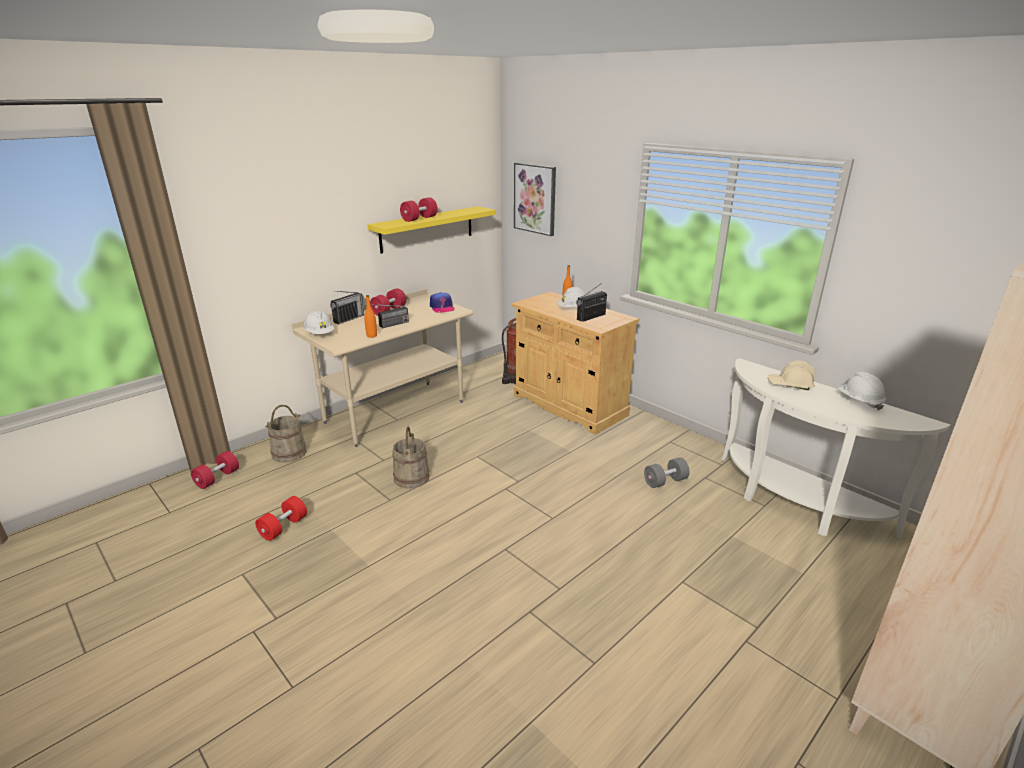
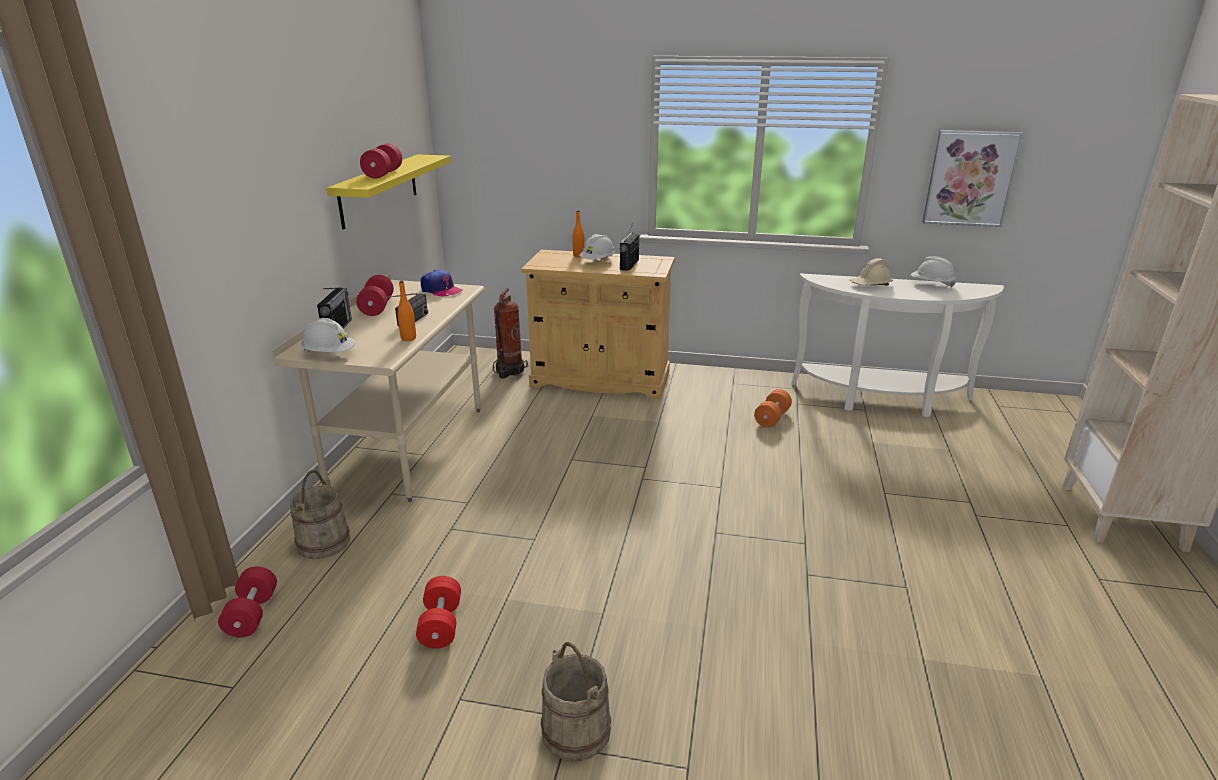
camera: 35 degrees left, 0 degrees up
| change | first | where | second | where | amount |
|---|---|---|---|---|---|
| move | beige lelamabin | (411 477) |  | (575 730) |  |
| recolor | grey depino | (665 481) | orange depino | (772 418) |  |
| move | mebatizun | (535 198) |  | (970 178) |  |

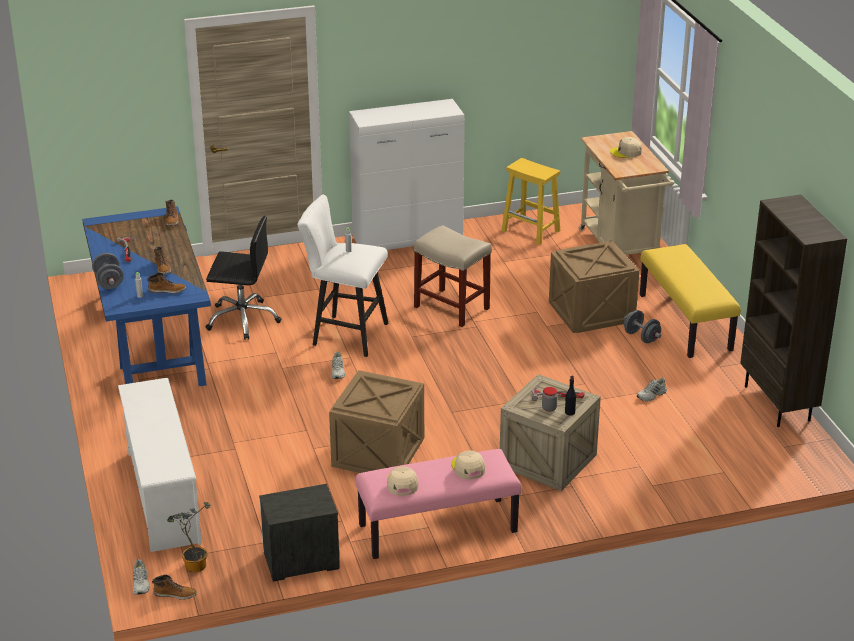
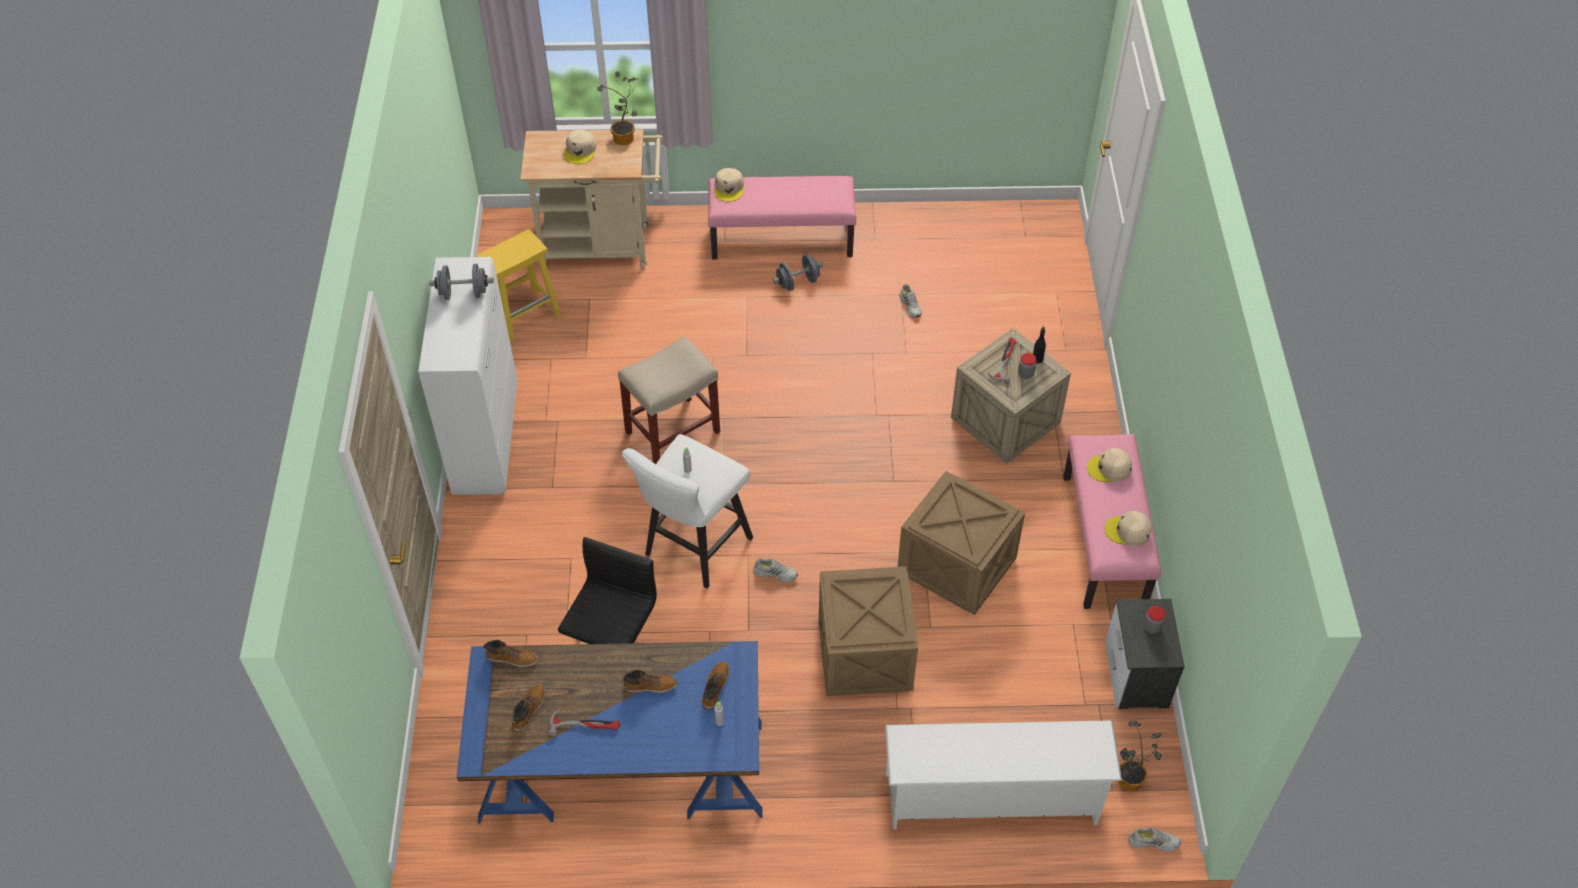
camera: 75 degrees left, 20 degrees up
| change | first | where | second | where | amount |
|---|---|---|---|---|---|
| move | grey depino | (109 282) |  | (464 293) |  |
| move | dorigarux | (175 594) |  | (528 710) |  |
| insert |  |  | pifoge | (625 140) |  |
| recolor | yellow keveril | (686 322) | pink keveril | (782 239) |  |
| insert |  |  | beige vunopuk | (729 188) |  |
| move | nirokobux | (592 313) |  | (864 652) |  |
| insert |  |  | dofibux | (1152 627) |  |
| delete | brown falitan | (778 403) |  |  |  |

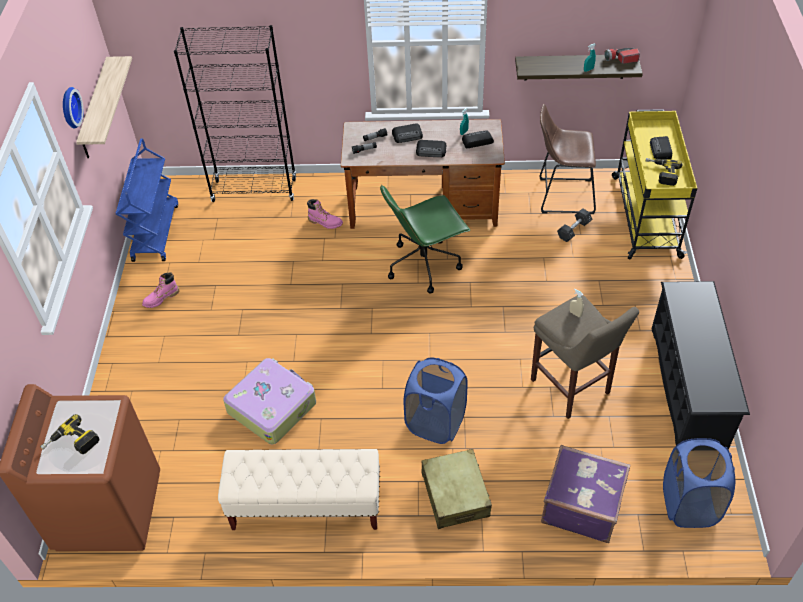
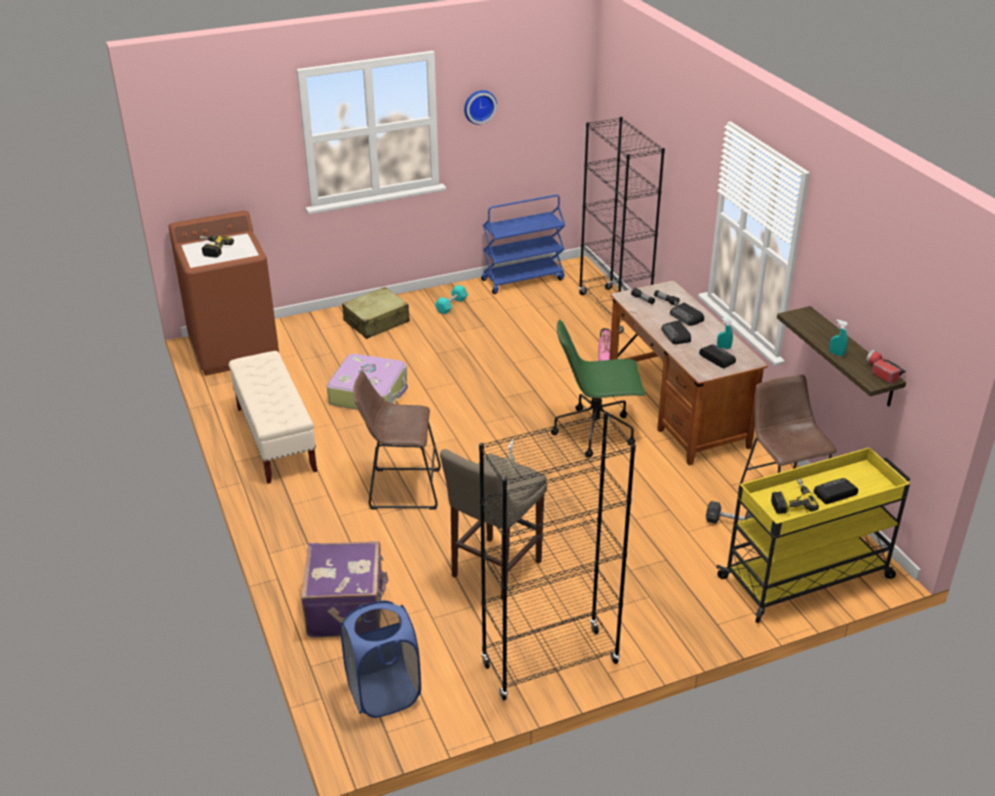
camera: 65 degrees right, 15 degrees down
| change | first | where | second | where | amount |
|---|---|---|---|---|---|
| move | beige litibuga | (455 494) |  | (377 322) |  |
| replace | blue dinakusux | (435 422) | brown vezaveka | (400 488) |  |
| replace | pink dorigarux | (161 298) | turquoise depino | (451 305) |  |
| replace | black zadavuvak | (688 387) | black falitan | (550 664) |  |
| rotate | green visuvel | (425 264) |  | (596 431) | 45 degrees counterclockwise |
| delete | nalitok | (95 109) |  |  |  |

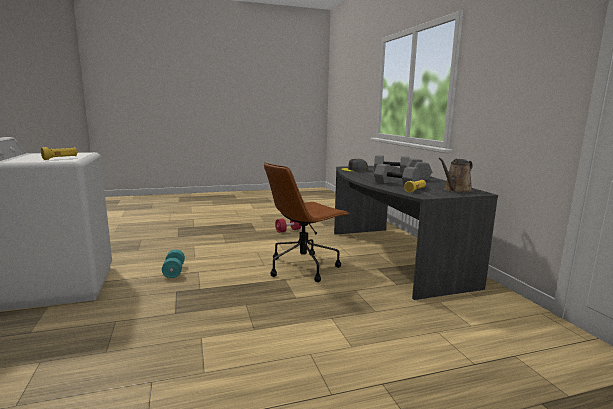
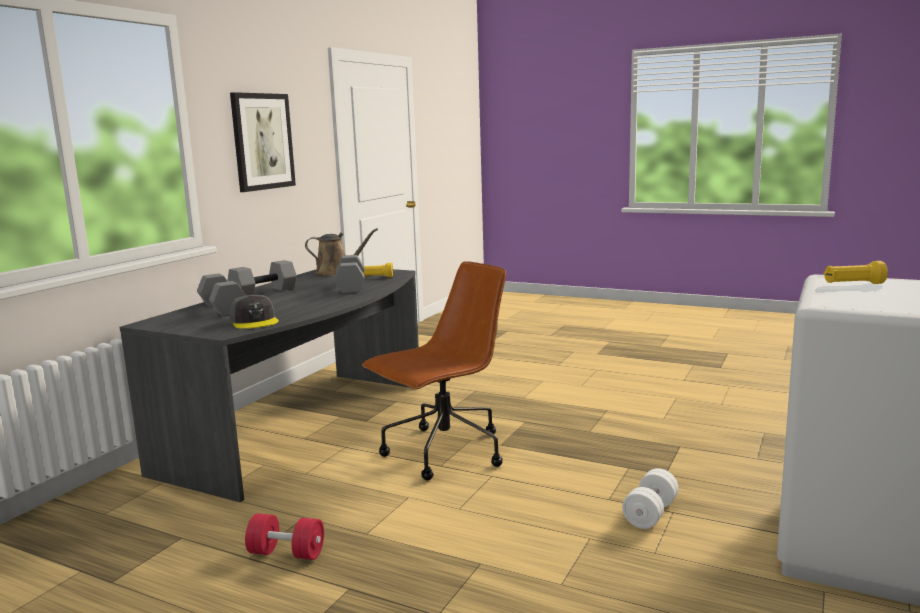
camera: 135 degrees left, 0 degrees up
| change | first | where | second | where | amount |
|---|---|---|---|---|---|
| insert |  |  | mebatizun | (262 141) |  |
| rotate | brown visuvel | (303 266) |  | (443 453) | 45 degrees counterclockwise |
| recolor | turquoise depino | (174 271) | white depino | (650 514) |  |

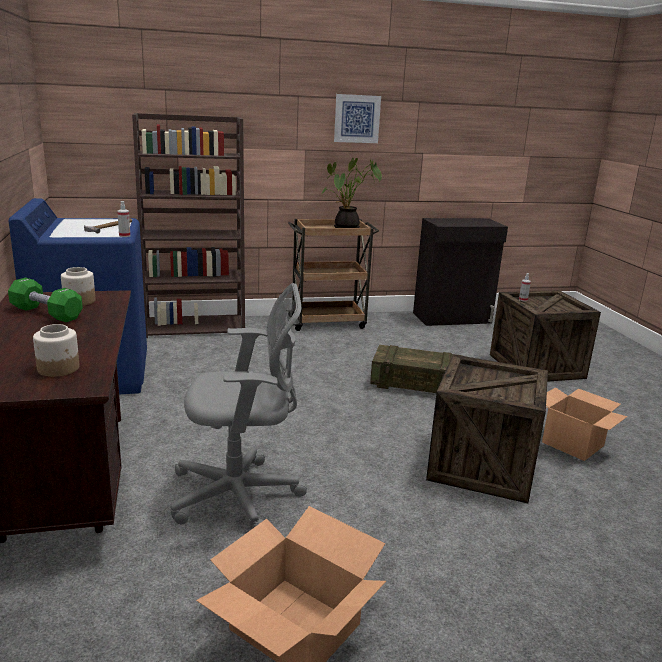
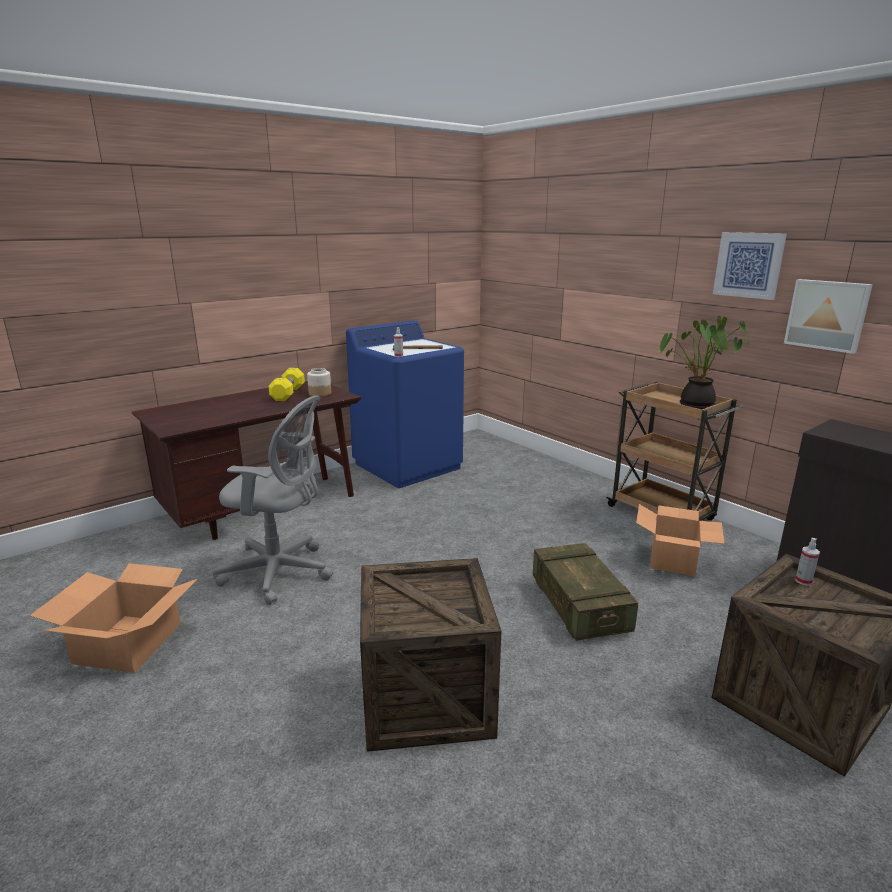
camera: 65 degrees right, 0 degrees up
| change | first | where | second | where | amount |
|---|---|---|---|---|---|
| rotate | grey visuvel | (241 496) |  | (281 572) | 45 degrees counterclockwise |
| recolor | green depino | (46 313) | yellow depino | (288 394) |  |
| move | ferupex | (571 444) |  | (672 560) |  |
| insert |  |  | mebatizun | (827 315) |  |
| delete | dofibux | (59 368) |  |  |  |
| delete | brown falitan | (196 327) |  |  |  |

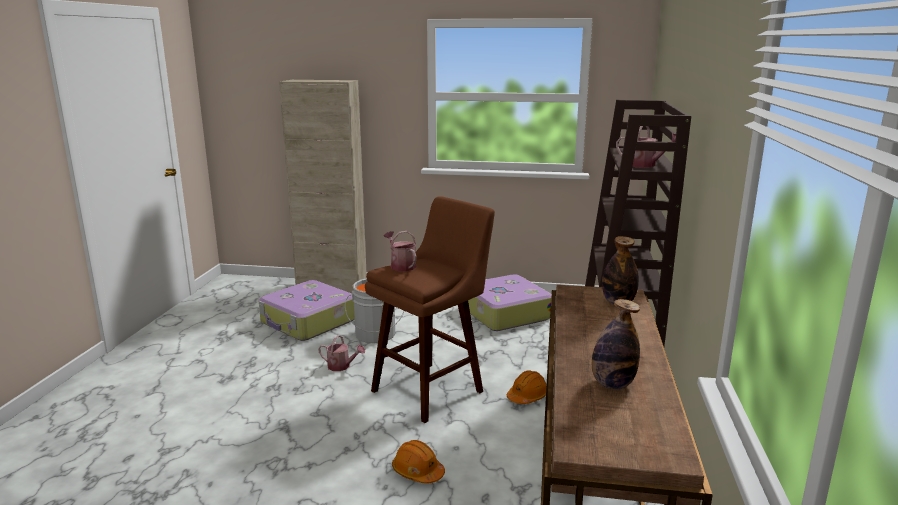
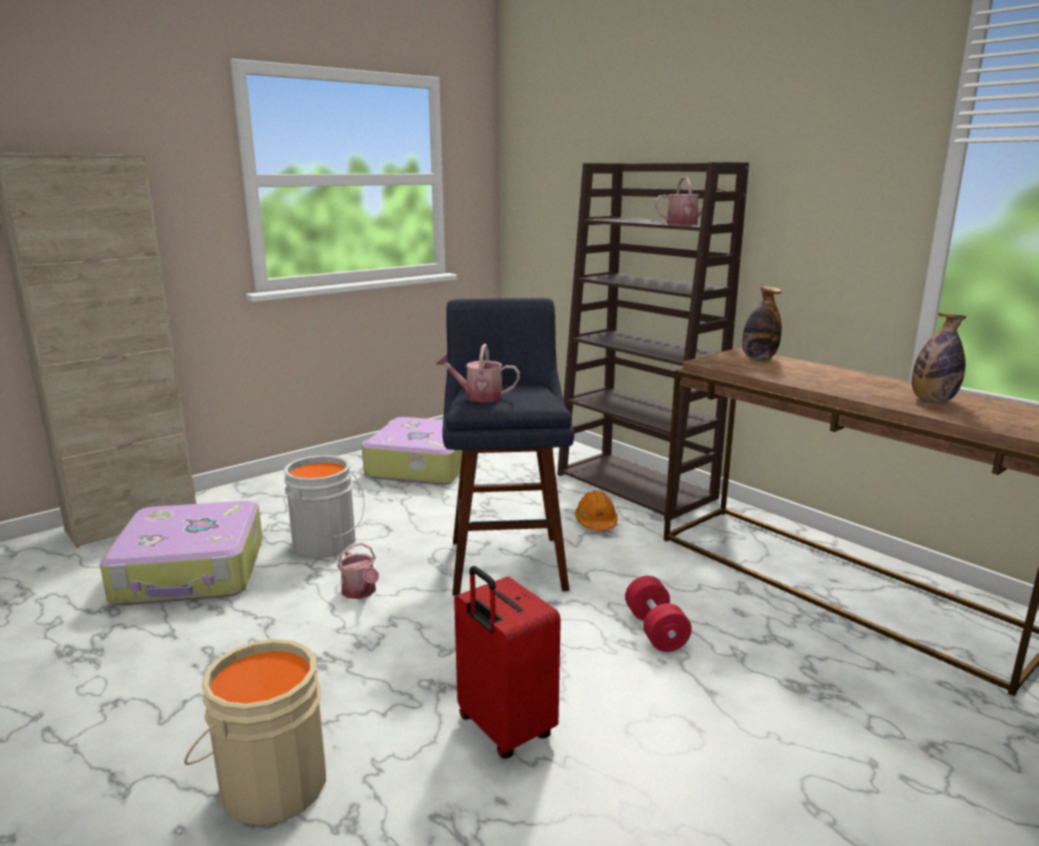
camera: 50 degrees left, 0 degrees up
| change | first | where | second | where | amount |
|---|---|---|---|---|---|
| insert |  |  | beige lelamabin | (270 783) |  |
| rotate | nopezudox | (341 366) |  | (360 592) | 90 degrees clockwise |
| recolor | brown vezaveka | (432 388) | blue vezaveka | (506 559) |  |
| insert |  |  | red litibuga | (503 729) |  |
| replace | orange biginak | (417 471) | red depino | (655 630) |  |

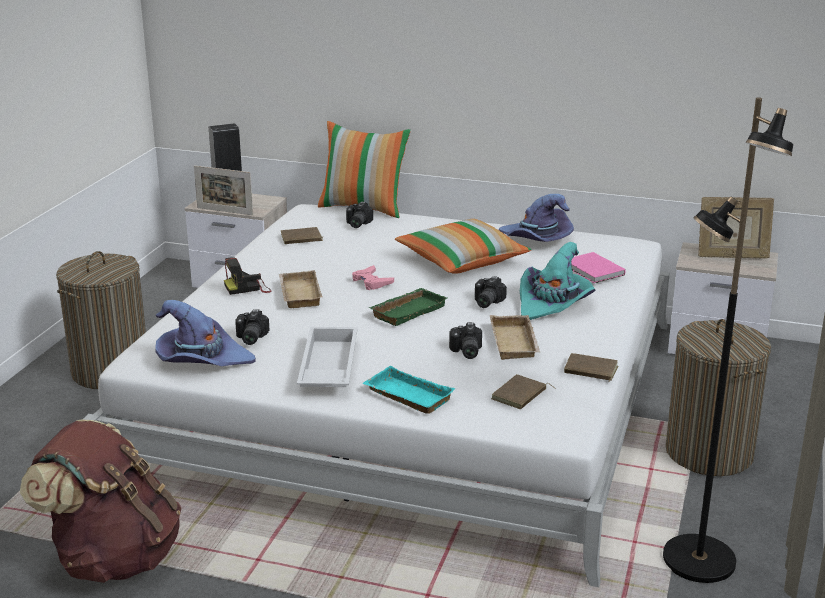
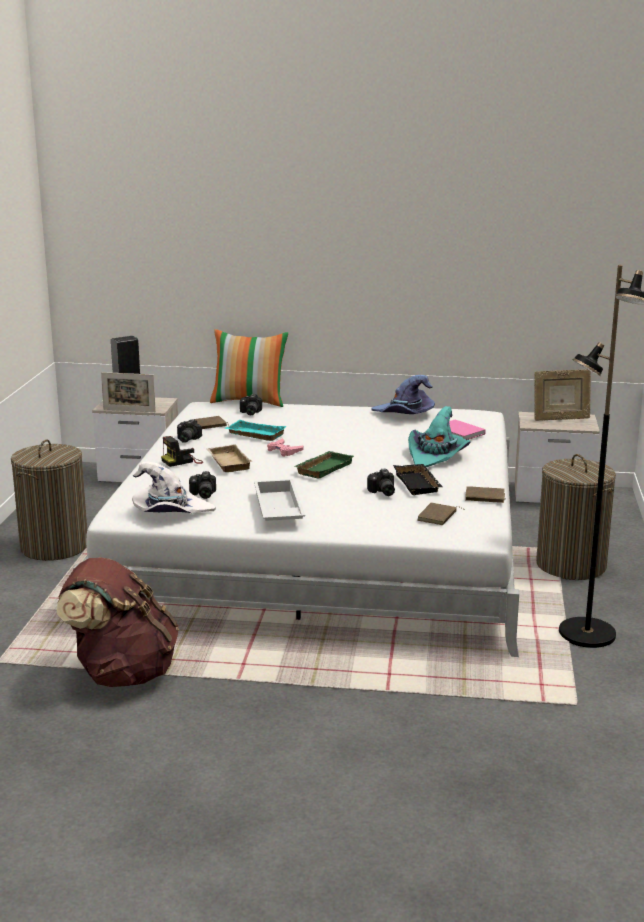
camera: 10 degrees left, 5 degrees down
| change | first | where | second | where | amount |
|---|---|---|---|---|---|
| recolor | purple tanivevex | (201 359) | white tanivevex | (170 511) |  |
| move | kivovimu | (485 302) |  | (186 439) |  |
| move | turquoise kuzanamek | (406 396) |  | (254 434) |  |
| recolor | beige kuzanamek | (516 343) | black kuzanamek | (419 484) |  |
| delete | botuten | (462 261) |  |  |  |

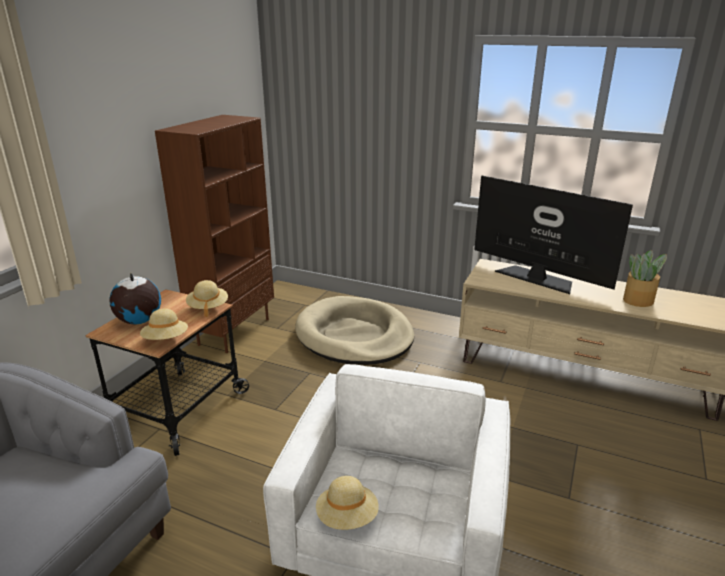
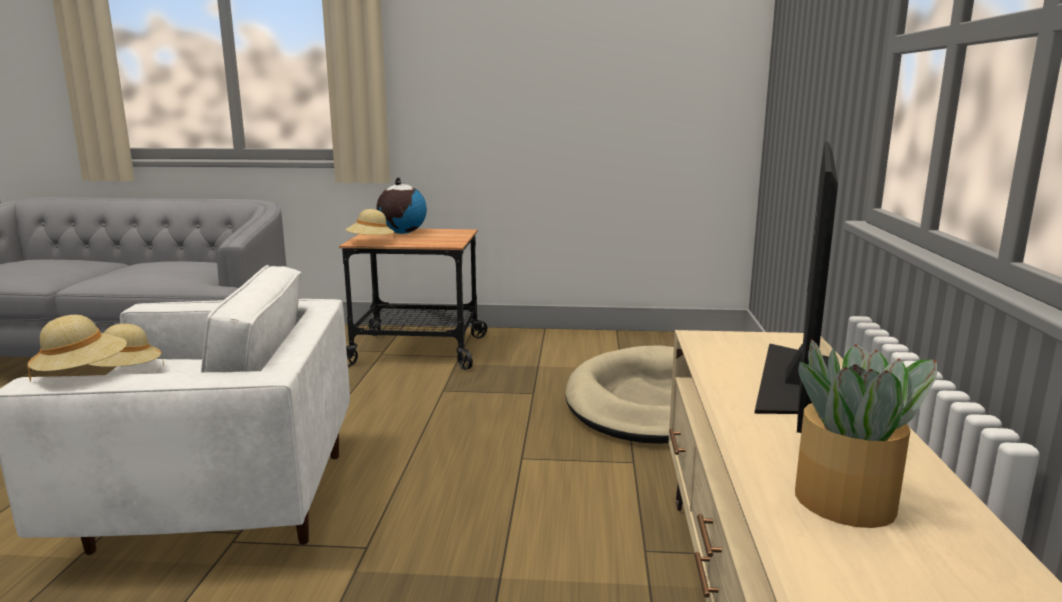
camera: 70 degrees right, 10 degrees down
| change | first | where | second | where | amount |
|---|---|---|---|---|---|
| move | beige tanivevex | (208 307) |  | (82 373) |  |
| delete | brown falitan | (234 331) |  |  |  |

